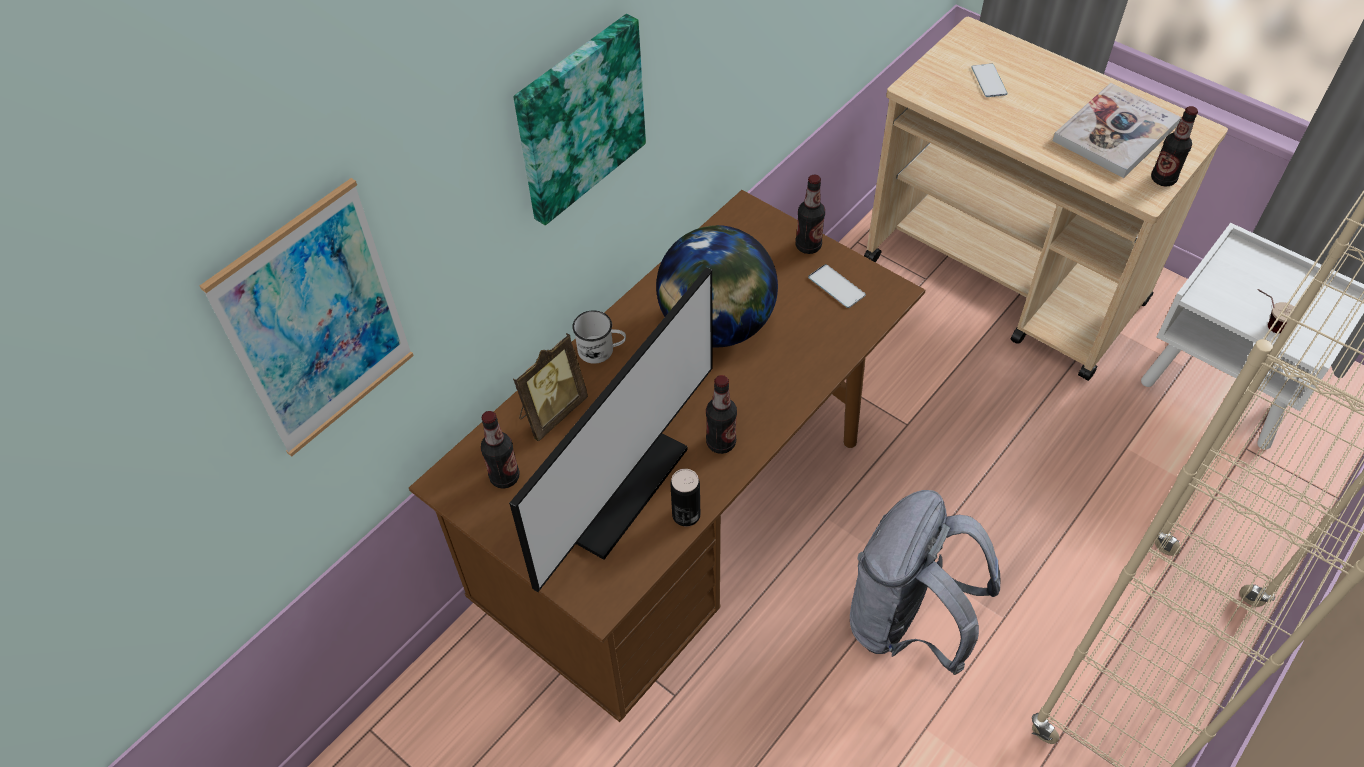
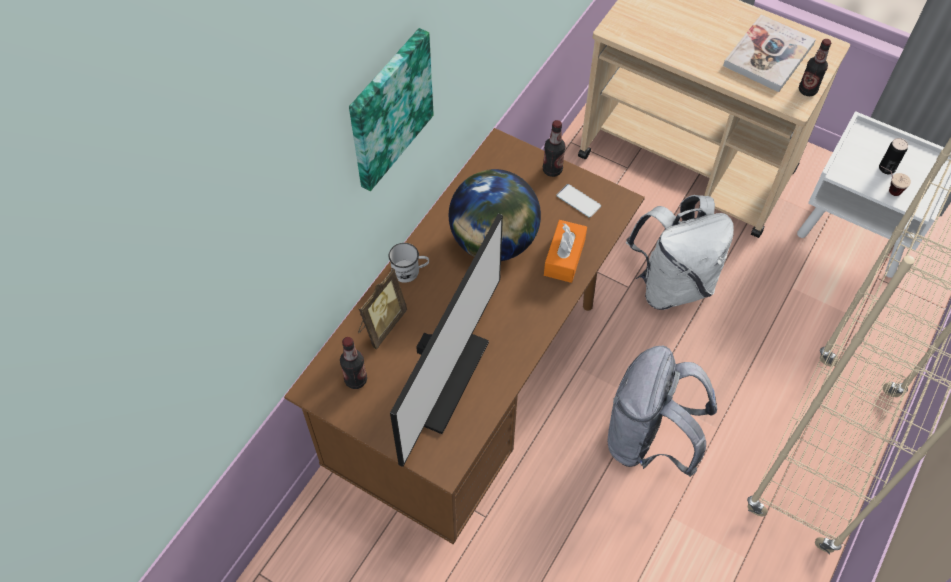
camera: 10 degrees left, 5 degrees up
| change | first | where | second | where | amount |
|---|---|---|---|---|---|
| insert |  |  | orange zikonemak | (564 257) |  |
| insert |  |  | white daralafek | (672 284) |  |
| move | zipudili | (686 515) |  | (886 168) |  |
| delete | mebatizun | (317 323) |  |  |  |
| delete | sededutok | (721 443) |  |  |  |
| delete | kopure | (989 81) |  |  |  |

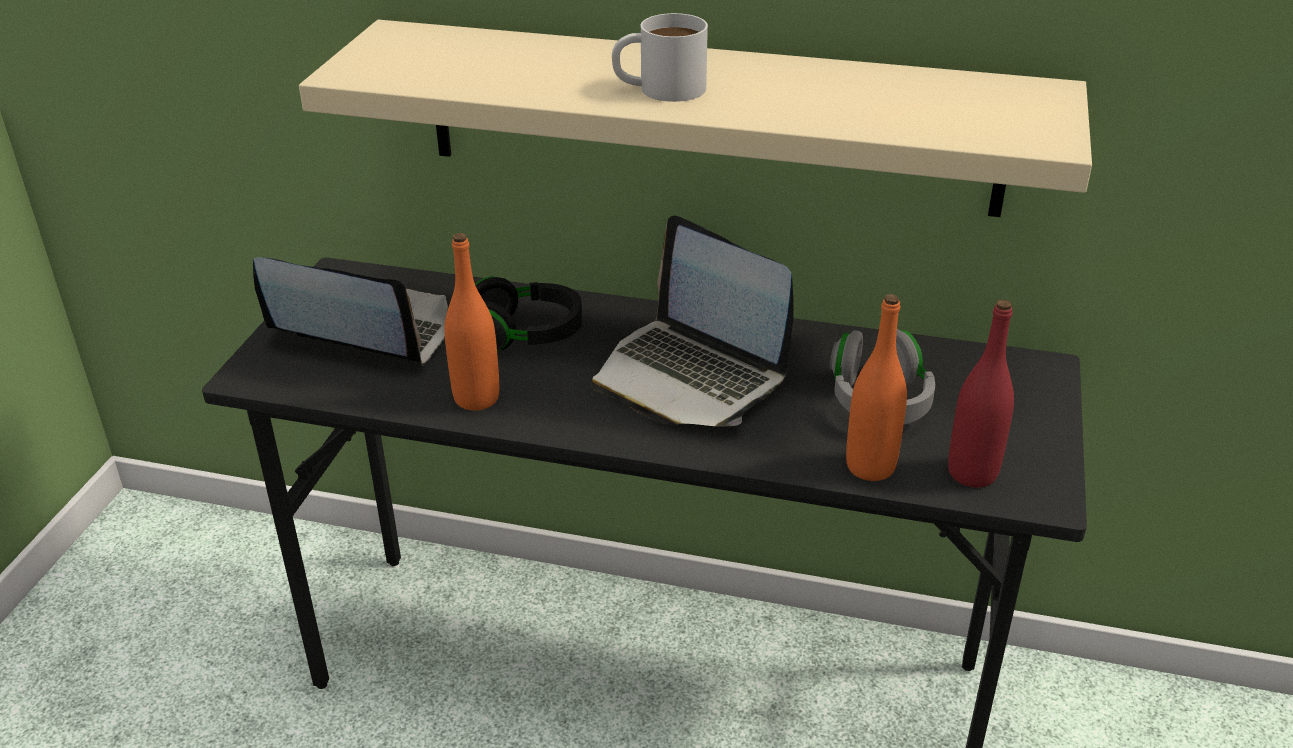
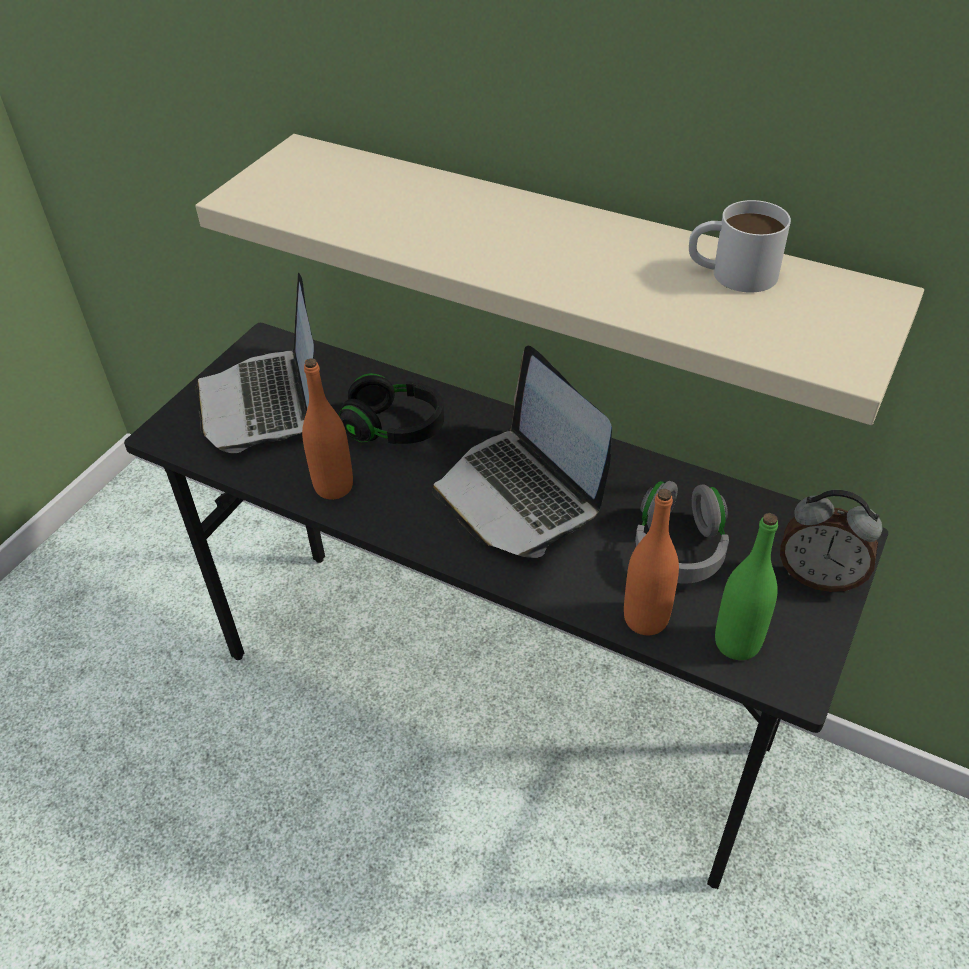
camera: 15 degrees right, 10 degrees up
| change | first | where | second | where | amount |
|---|---|---|---|---|---|
| rotate | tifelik | (362 331) |  | (265 403) | 135 degrees counterclockwise |
| move | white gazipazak | (659 89) |  | (731 273) |  |
| recolor | red sededutok | (972 473) | green sededutok | (737 643) |  |
| insert |  |  | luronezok | (819 576) |  |

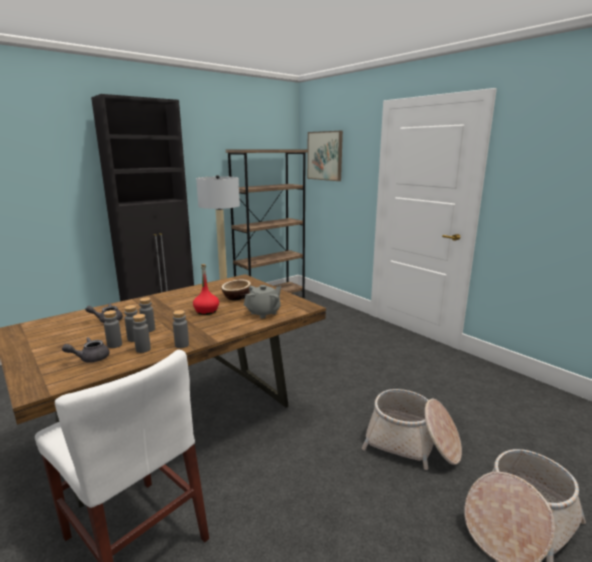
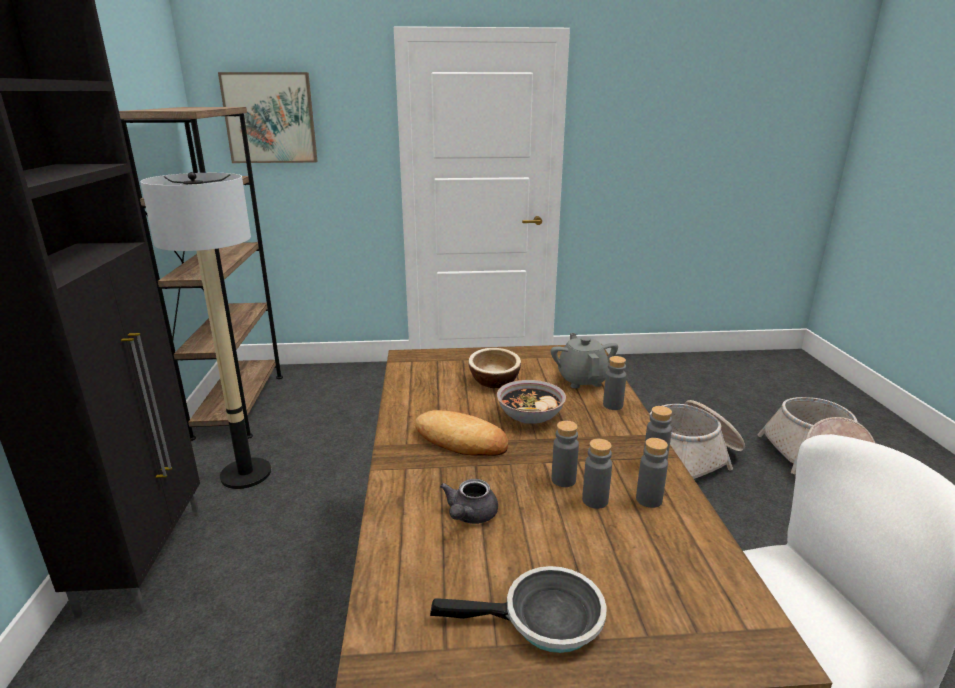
camera: 55 degrees left, 5 degrees up
| change | first | where | second | where | amount |
|---|---|---|---|---|---|
| insert |  |  | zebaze | (461 440) |  |
| insert |  |  | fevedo | (544 620) |  |
| replace | red sededutok | (206 311) | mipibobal | (530 415) |  |
| move | grey sededutok | (114 345) |  | (613 405) |  |
| delete | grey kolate | (90 358) |  |  |  |

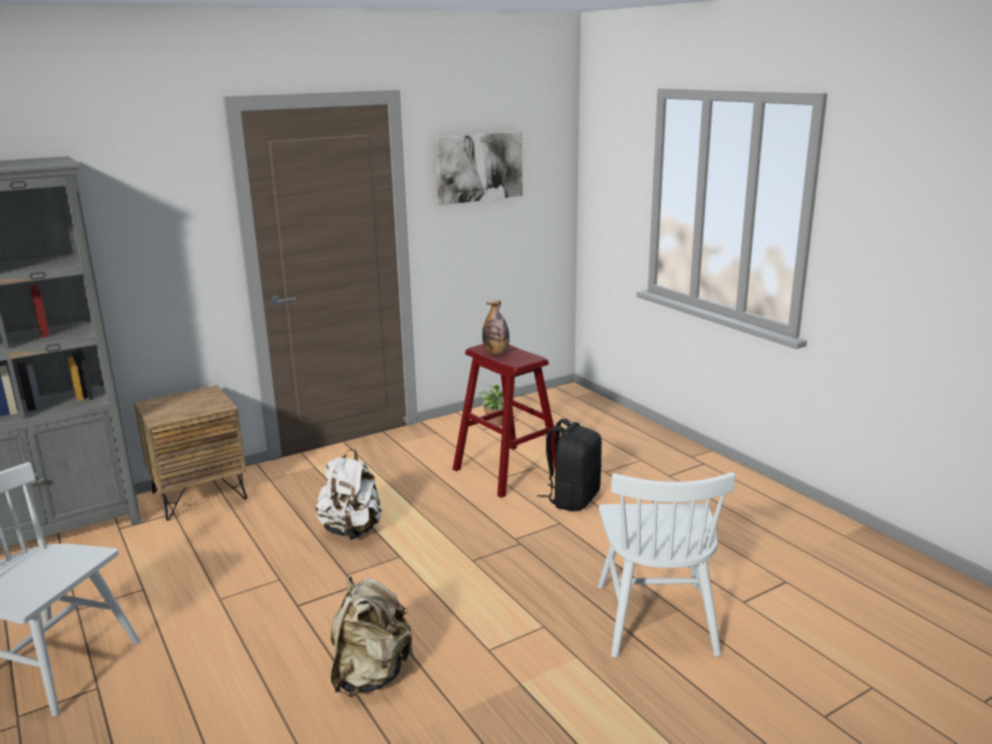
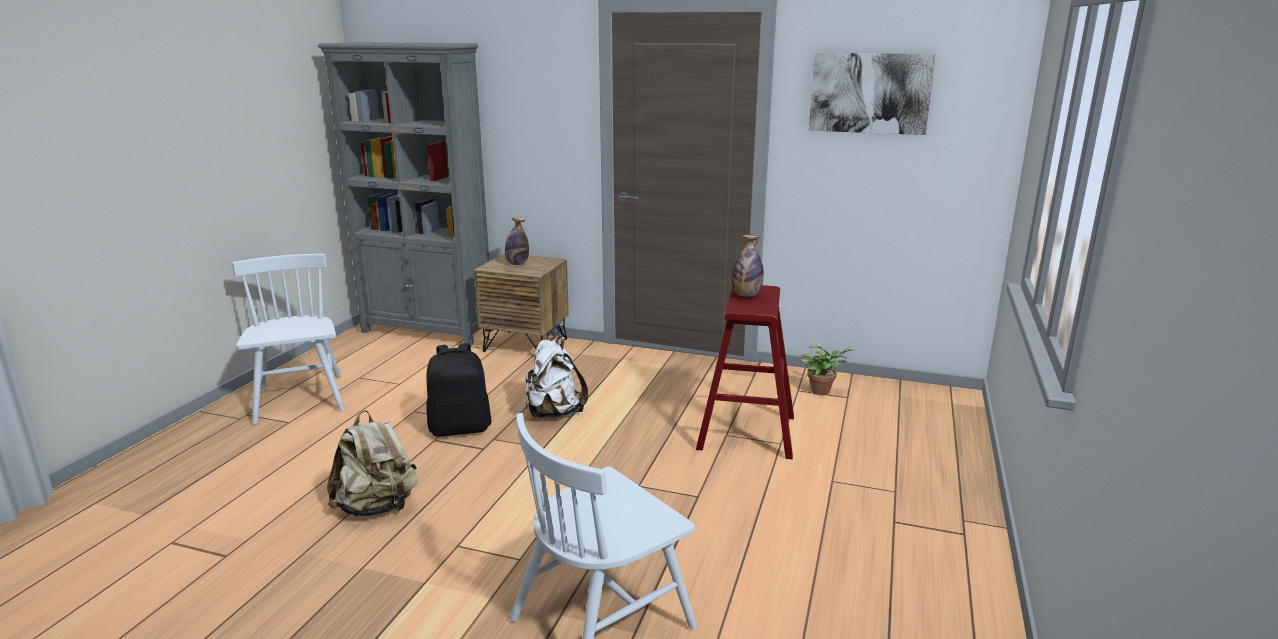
camera: 50 degrees right, 0 degrees up
| change | first | where | second | where | amount |
|---|---|---|---|---|---|
| move | black daralafek | (572 499) |  | (460 428) |  |
| insert |  |  | sededutok | (517 264) |  |

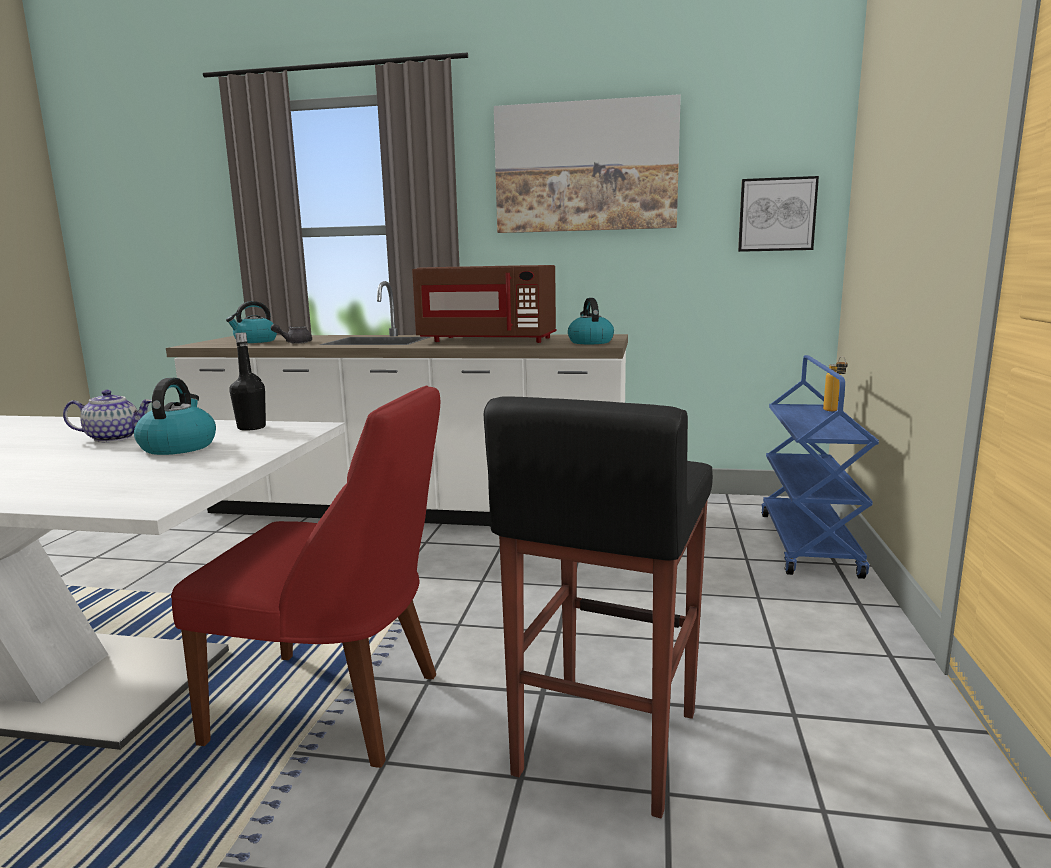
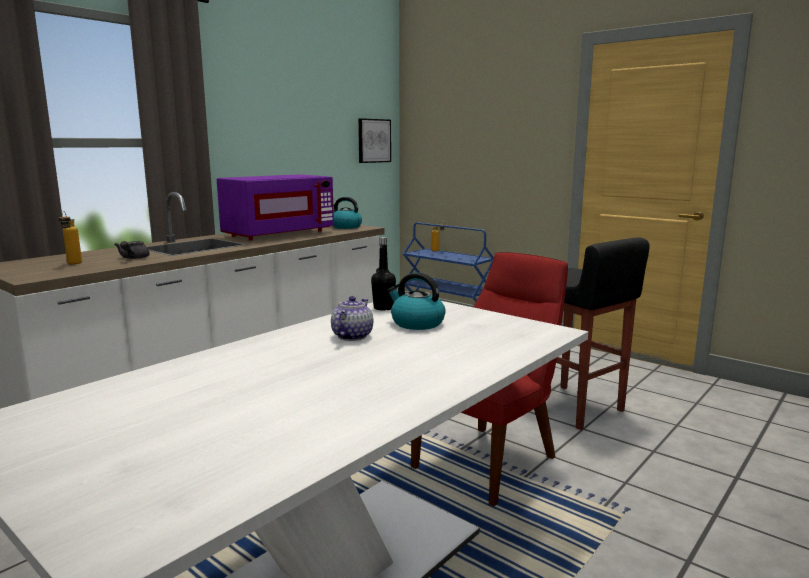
camera: 60 degrees left, 0 degrees up
| change | first | where | second | where | amount |
|---|---|---|---|---|---|
| replace | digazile | (255 341) | sededutok | (73 264) |  |
| recolor | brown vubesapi | (489 340) | purple vubesapi | (278 234) |  |
| delete | mebatizun | (585 167) |  |  |  |

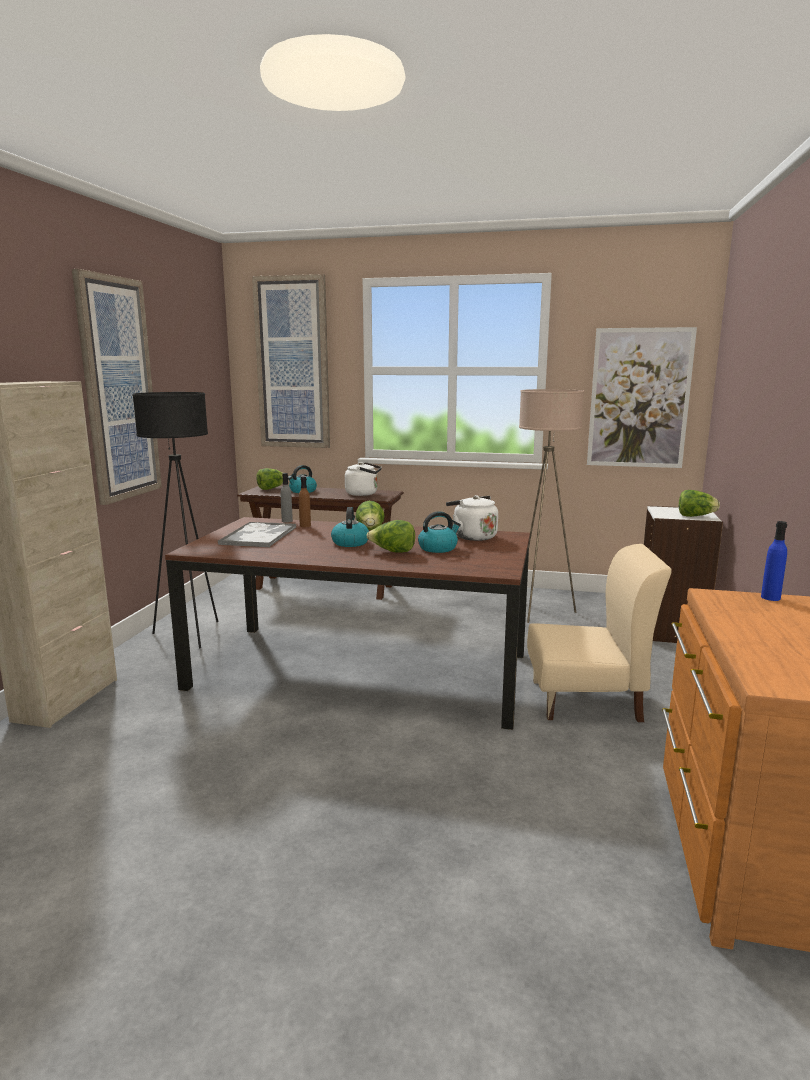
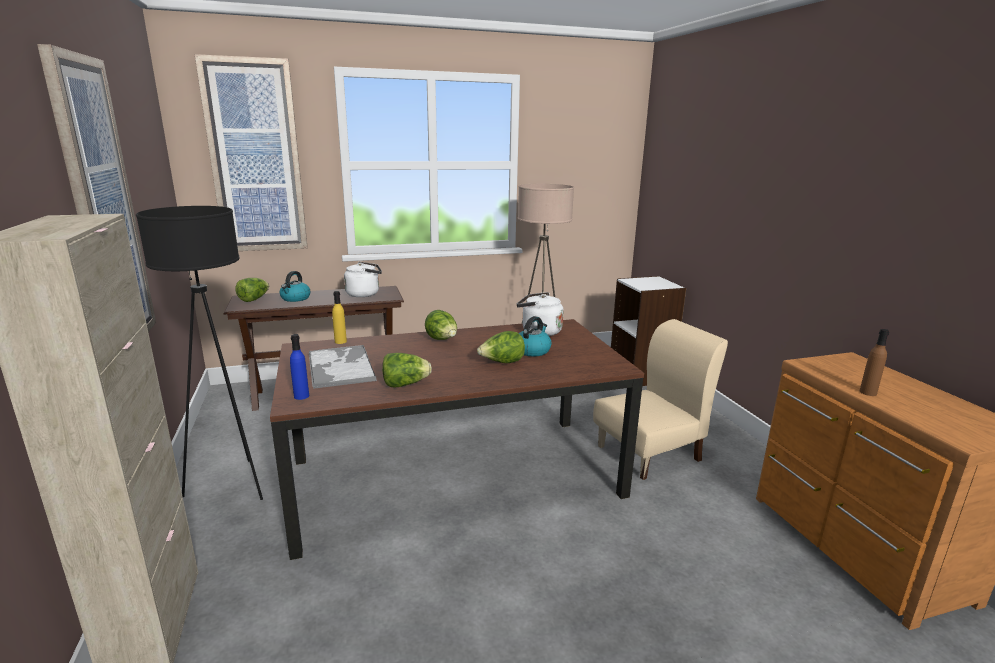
camera: 30 degrees left, 5 degrees up
| change | first | where | second | where | amount |
|---|---|---|---|---|---|
| move | blue sededutok | (770 597) |  | (301 396) |  |
| recolor | grey sededutok | (287 521) | yellow sededutok | (340 341) |  |
| move | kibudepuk | (695 516) |  | (405 384) |  |
| move | brown sededutok | (305 526) |  | (868 392) |  |
| delete | digazile | (350 542) |  |  |  |
| delete | mebatizun | (639 398) |  |  |  |

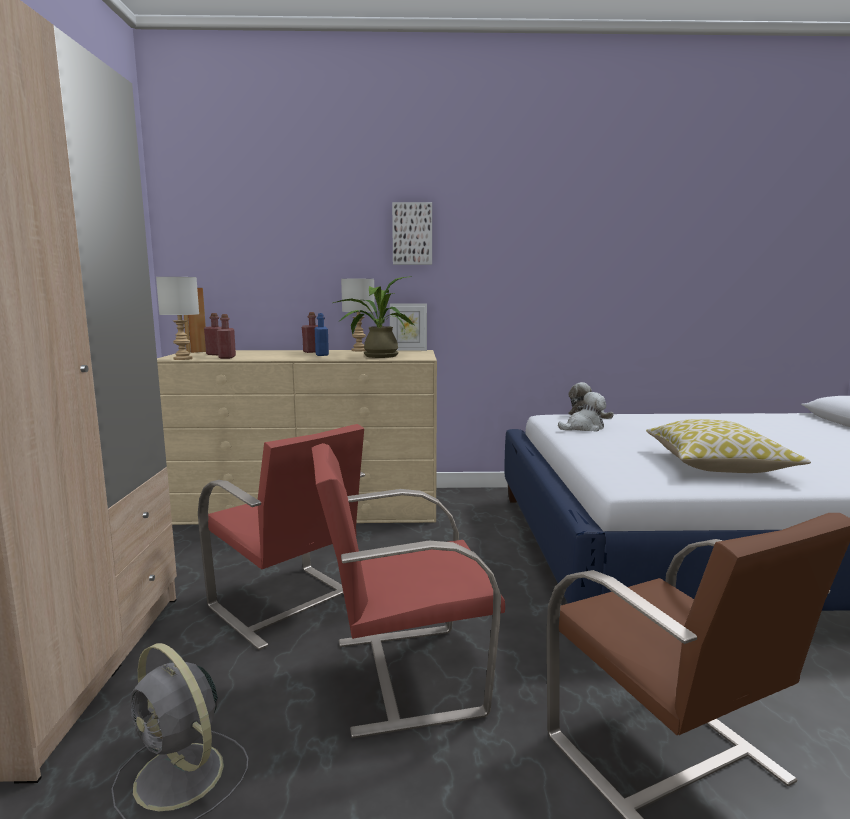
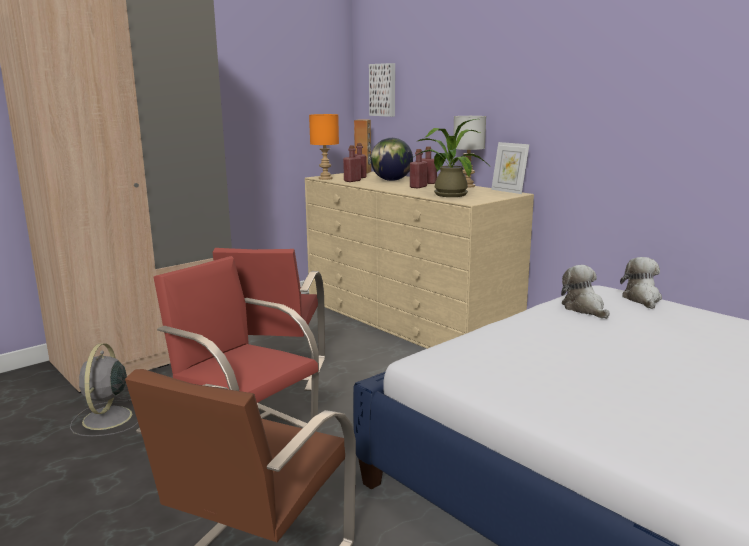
camera: 50 degrees right, 5 degrees up
| change | first | where | second | where | amount |
|---|---|---|---|---|---|
| recolor | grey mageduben | (182 359) | orange mageduben | (325 178) |  |
| move | mebatizun | (412 234) |  | (383 90) |  |
| insert |  |  | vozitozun | (391 180) |  |
| recolor | blue sededutok | (322 355) | red sededutok | (418 187) |  |
| rotate | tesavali | (584 428) |  | (584 308) | 135 degrees counterclockwise |
| delete | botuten | (718 465) |  |  |  |

